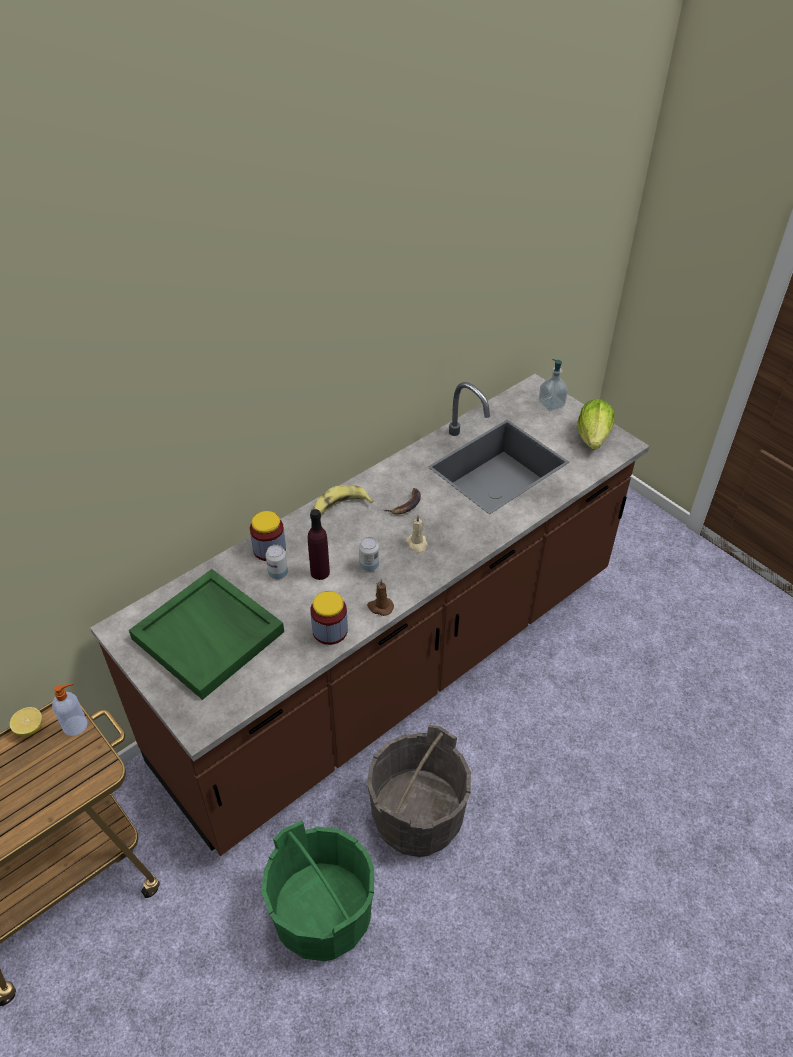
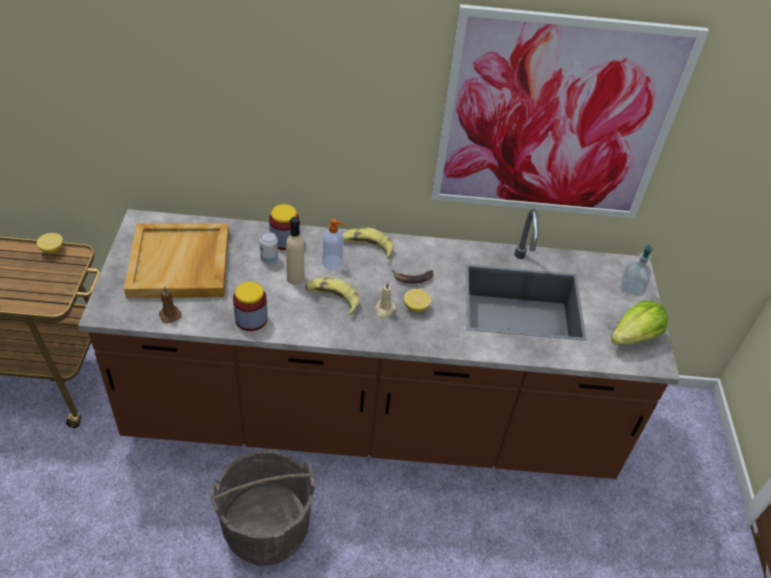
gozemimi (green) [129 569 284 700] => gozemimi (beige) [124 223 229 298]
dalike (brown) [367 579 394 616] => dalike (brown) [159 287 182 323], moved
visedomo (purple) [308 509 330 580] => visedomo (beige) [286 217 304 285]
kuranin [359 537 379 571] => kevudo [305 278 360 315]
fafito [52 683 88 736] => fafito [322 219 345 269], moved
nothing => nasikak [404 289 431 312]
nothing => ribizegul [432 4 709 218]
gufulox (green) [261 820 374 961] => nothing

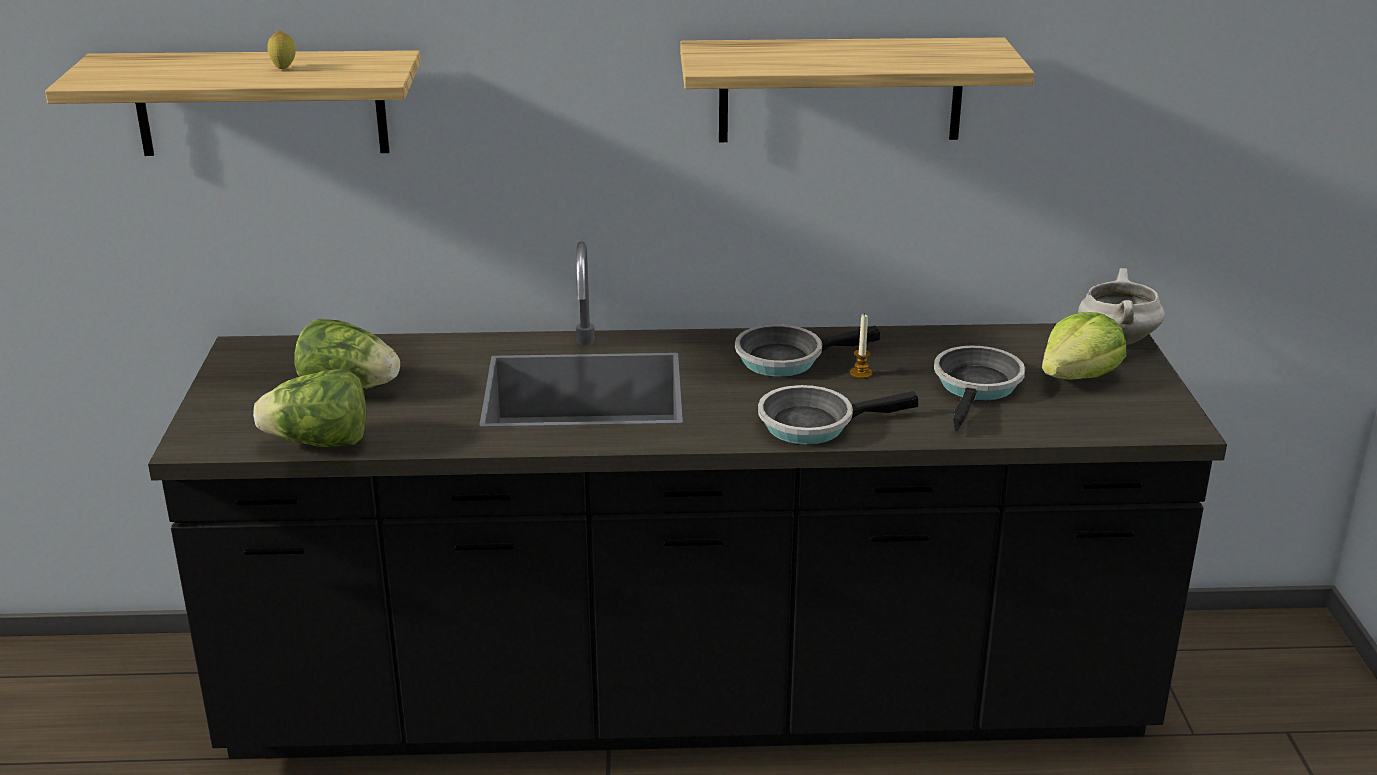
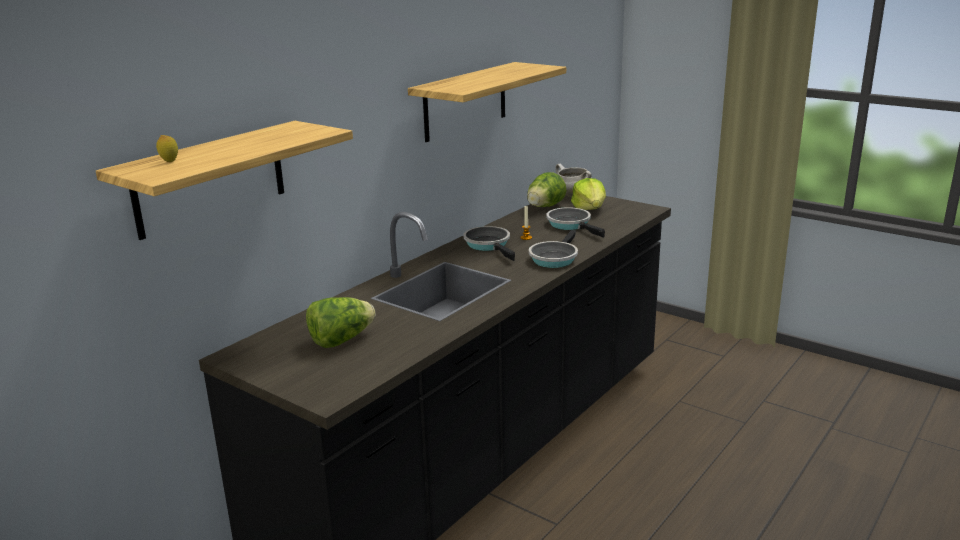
nasikak [267 31 296 69] => nasikak [156 135 178 162], moved
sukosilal [735 324 880 377] => sukosilal [463 226 515 261], 135 degrees clockwise
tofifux [253 369 366 447] => tofifux [527 172 566 207], moved

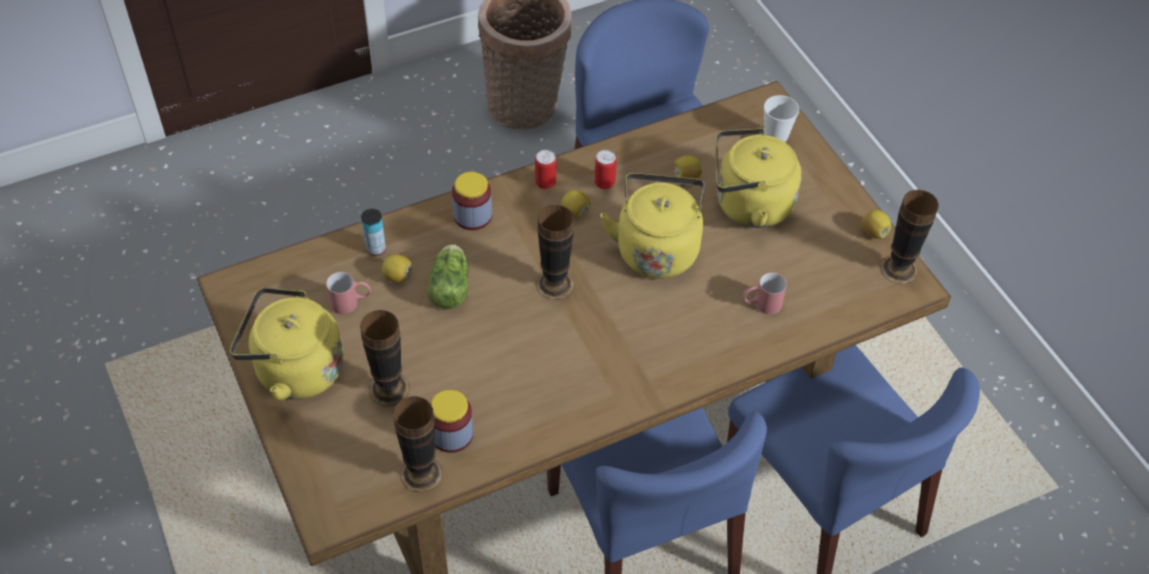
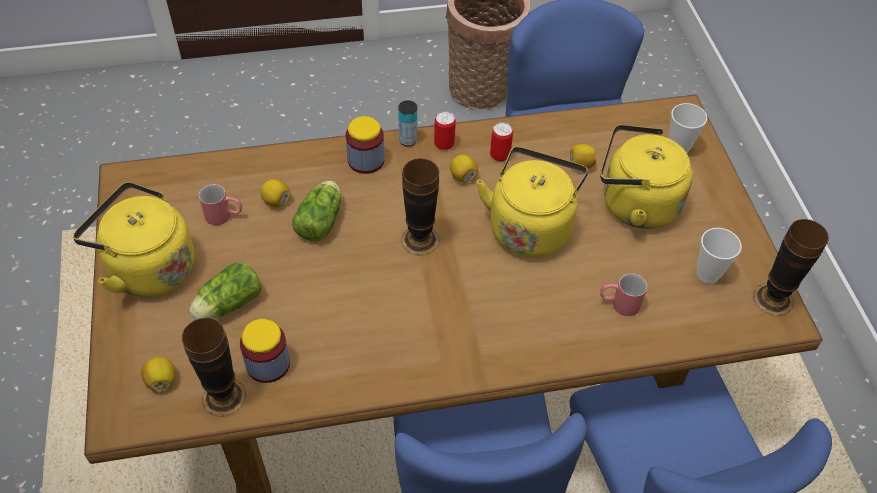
nasikak [861 210 891 239] => nasikak [141 357 175 392], moved
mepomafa [360 310 410 407] => tofifux [189 262 262 320]
kuranin [361 209 386 256] => kuranin [398 100 417 147], moved
nothing => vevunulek [697 228 742 284]

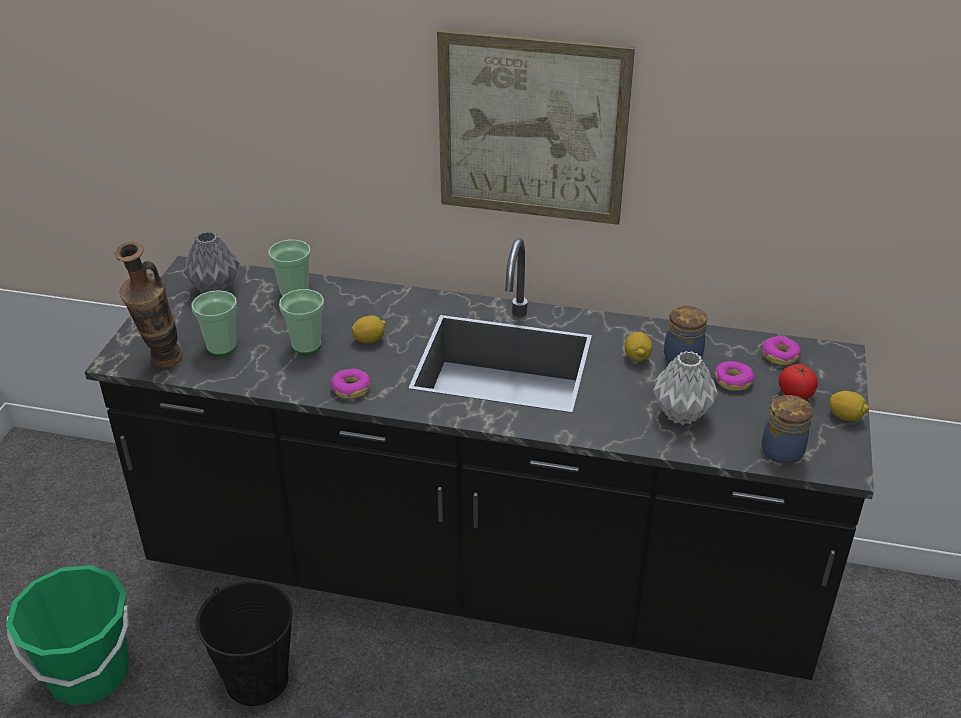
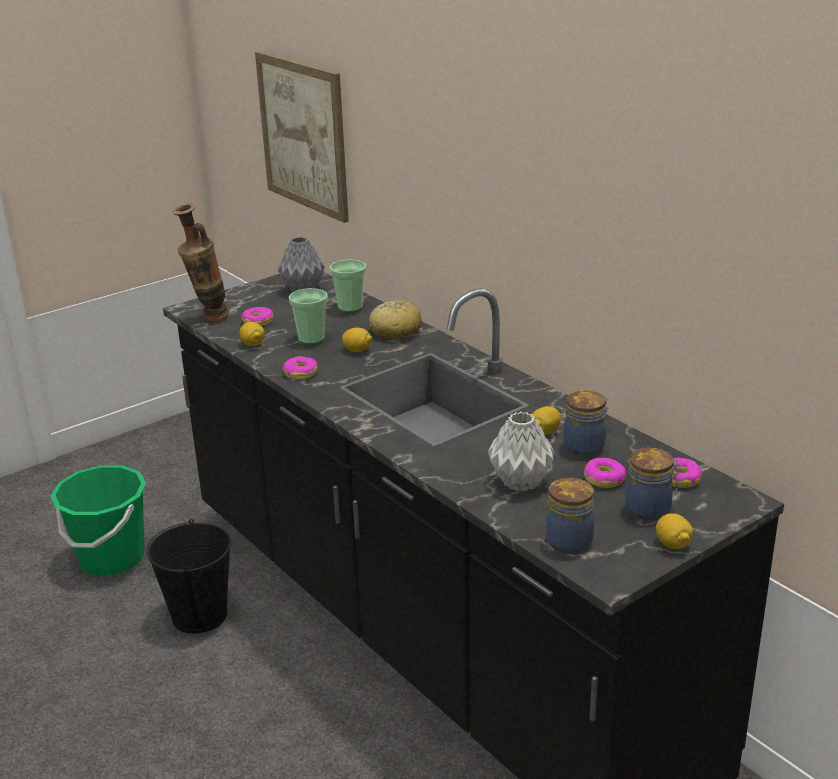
nothing => nasikak [239 322 265 346]
vevunulek [192 290 237 356] => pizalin [242 307 273 326]
ribizegul [437 29 635 225] => ribizegul [255 51 349 223], moved
nothing => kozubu [369 300 422 339]
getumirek [779 364 818 400] => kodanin [625 448 679 521]

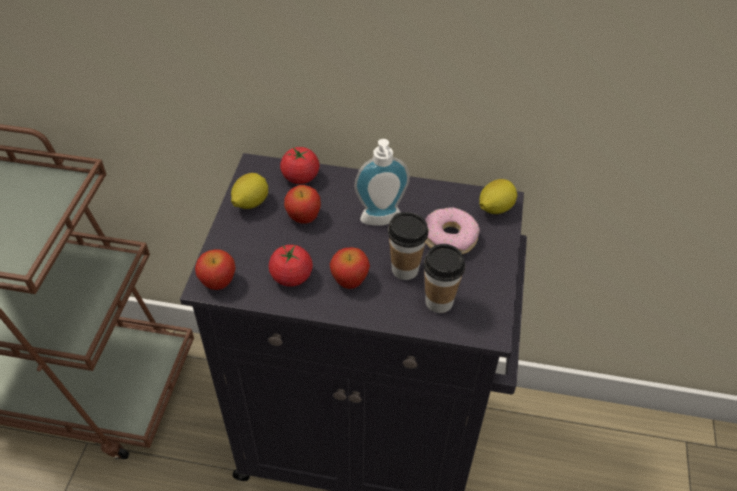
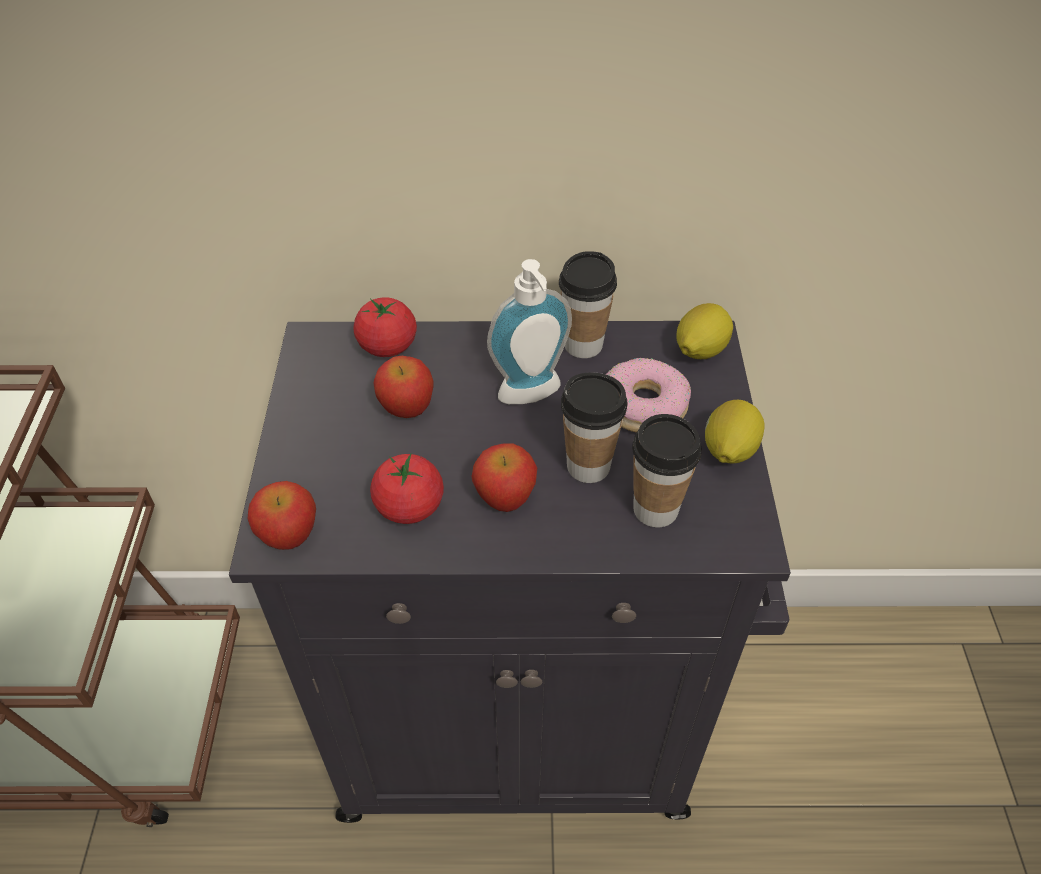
nothing => vevunulek [559 251 617 358]
nasikak [231 173 268 209] => nasikak [705 400 765 464], moved

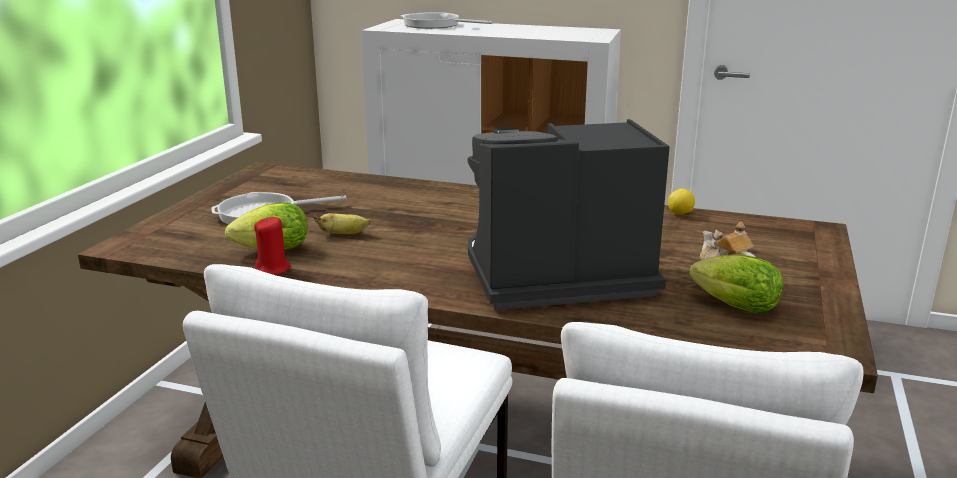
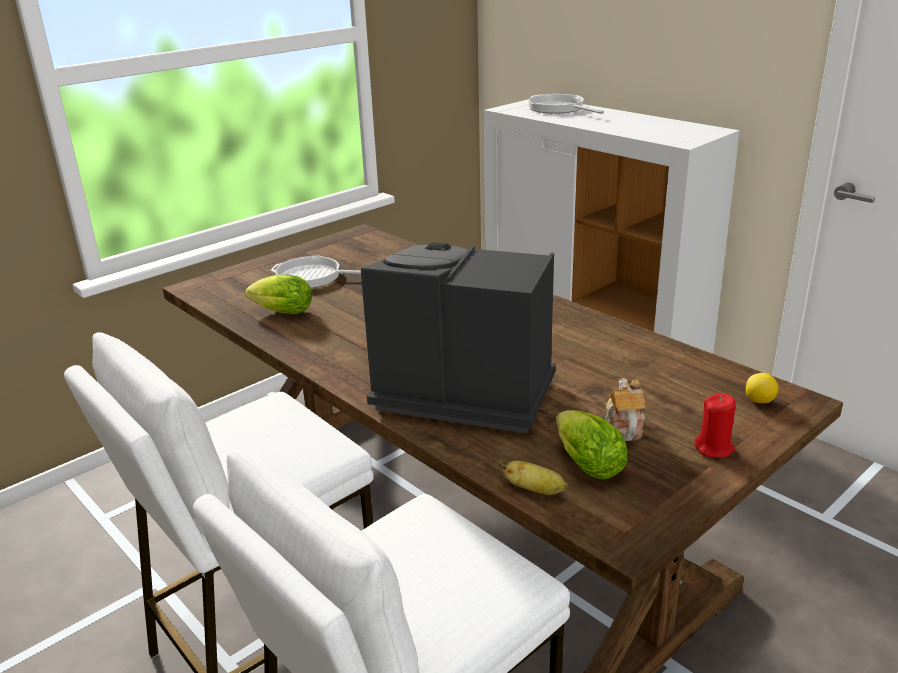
kevudo [314 213 371 234] => kevudo [499 460 568 495], moved
dalike (red) [254 217 291 275] => dalike (red) [694 394 736 458], moved
nasikak [668 188 695 215] => nasikak [746 373 779 404], moved

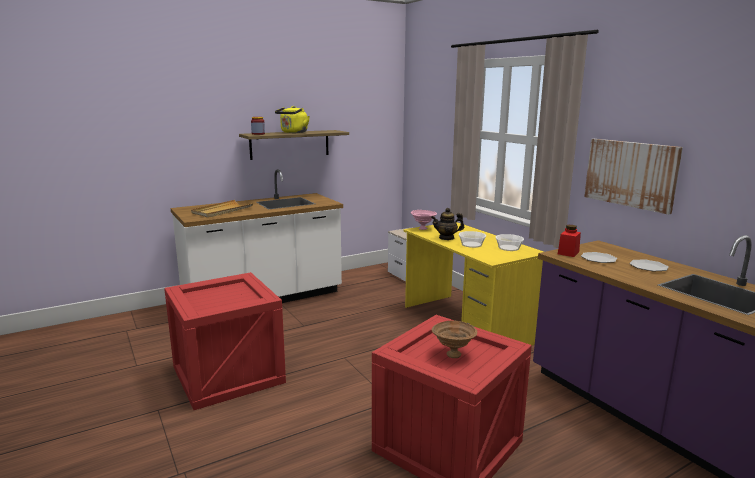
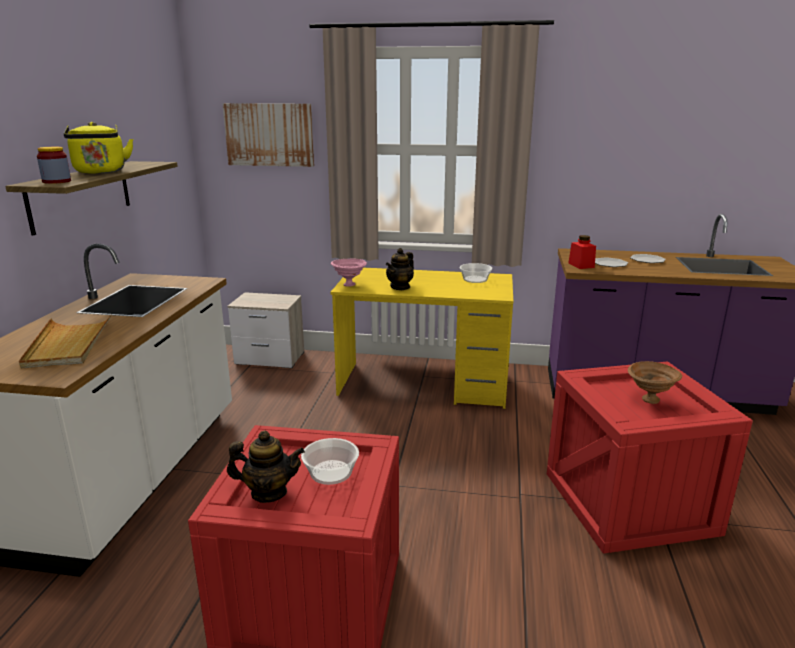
ribizegul [584 139 683 215] => ribizegul [223 103 314 167], moved
nothing => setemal [227 430 305 503]
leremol [459 231 486 248] => leremol [301 438 359 485], moved

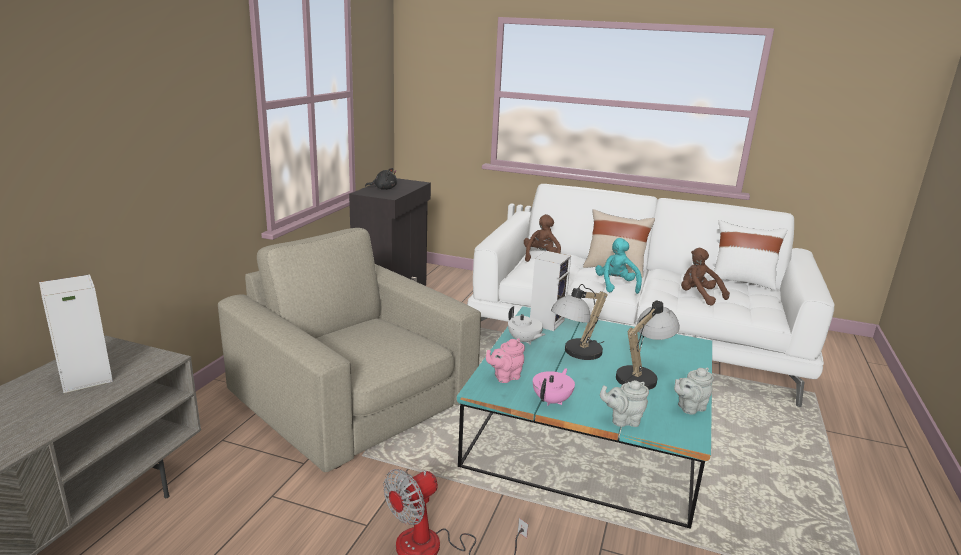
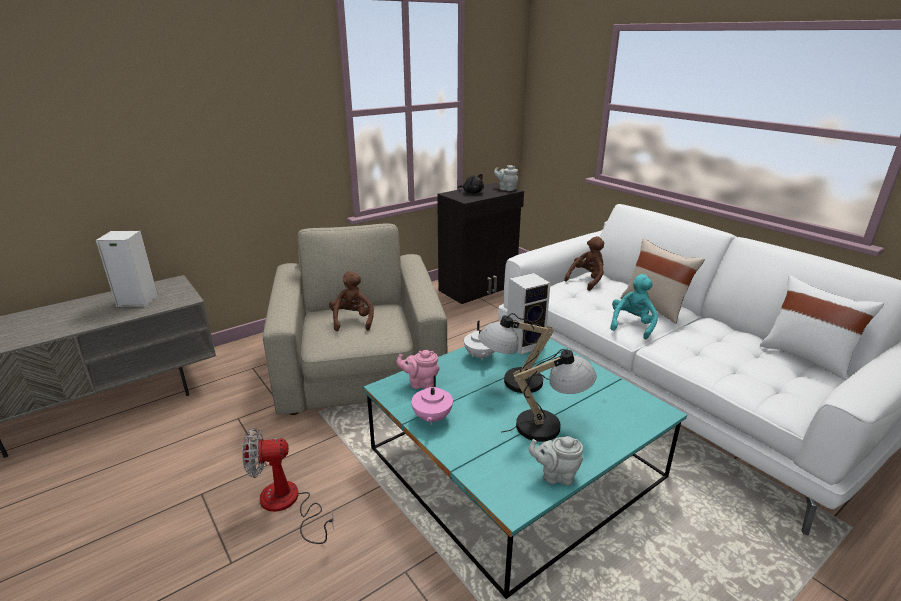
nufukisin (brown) [681 248 730 306] => nufukisin (brown) [329 271 374 331], moved
setemal (pink) [533 368 575 406] => setemal (pink) [411 375 453 425], 120 degrees clockwise
setemal (grey) [600 380 649 427] => setemal (grey) [494 165 518 191], moved

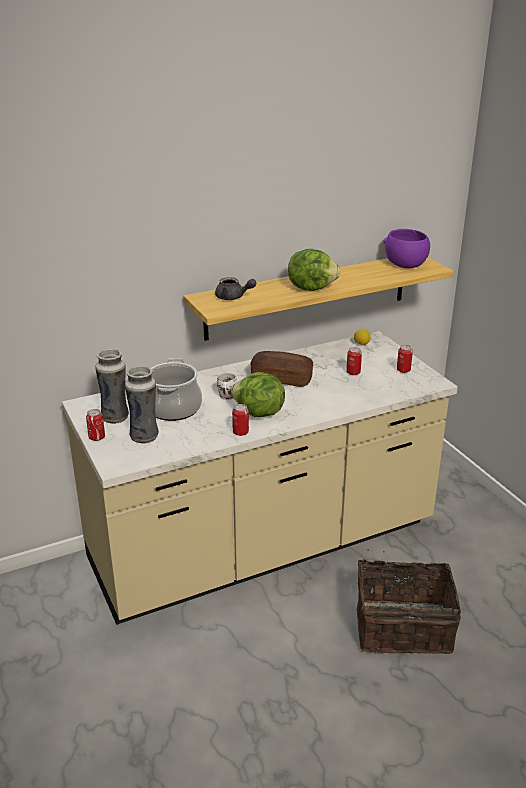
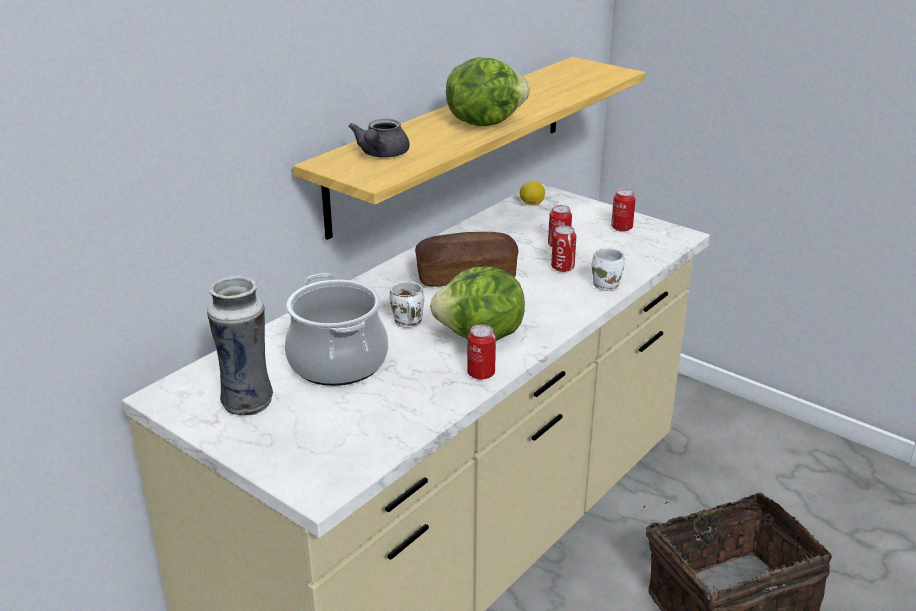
setemal (grey) [215 277 256 300] => setemal (grey) [349 119 410 158], 105 degrees clockwise
kuranin [86 409 105 441] => kuranin [551 226 576 272], moved
nothing => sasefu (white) [592 247 625 291]
mepomafa [125 366 159 444] => nothing
leremol (purple) [383 229 430 268] => nothing

